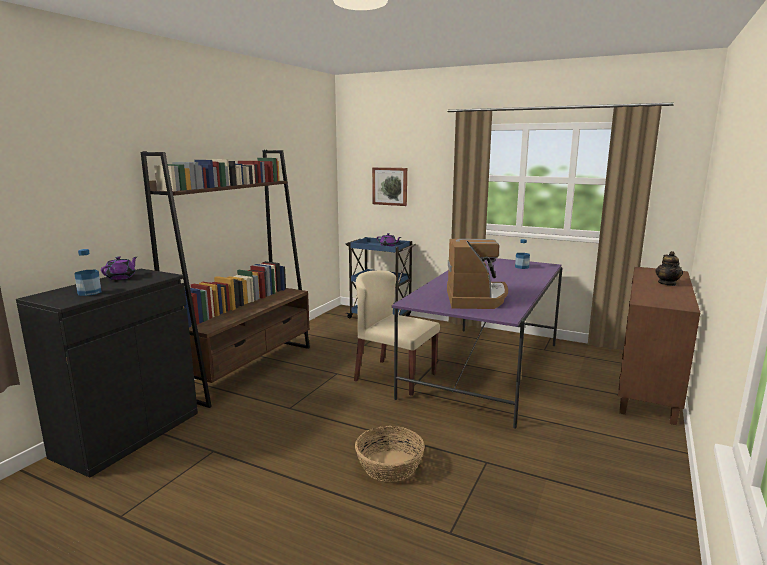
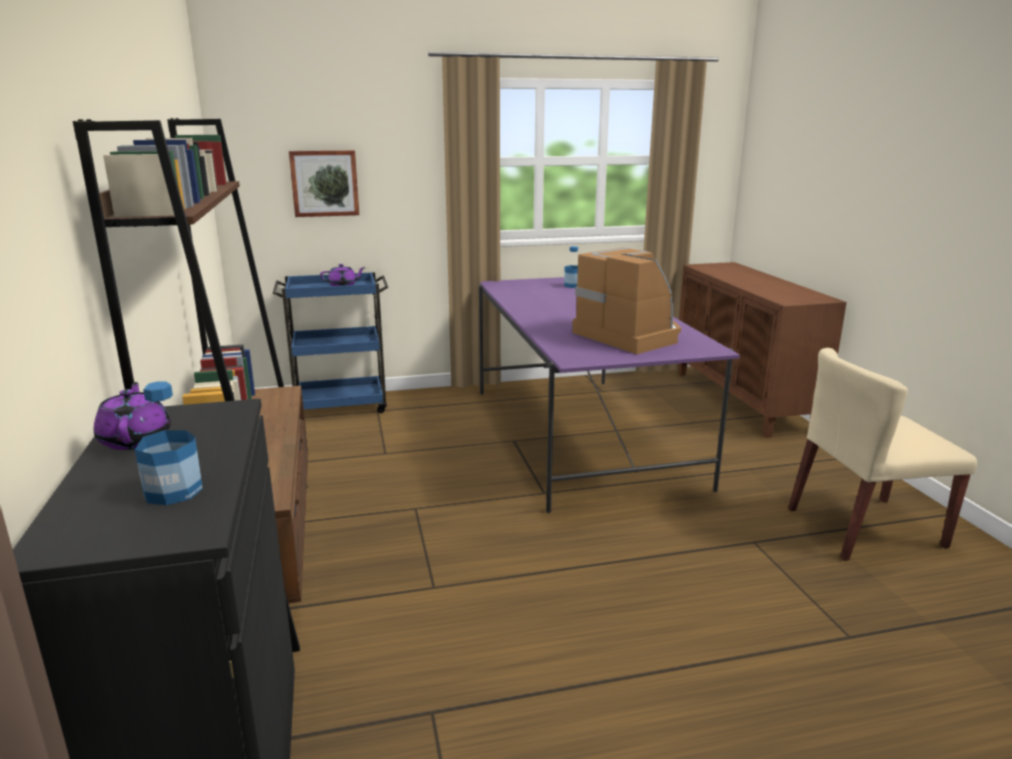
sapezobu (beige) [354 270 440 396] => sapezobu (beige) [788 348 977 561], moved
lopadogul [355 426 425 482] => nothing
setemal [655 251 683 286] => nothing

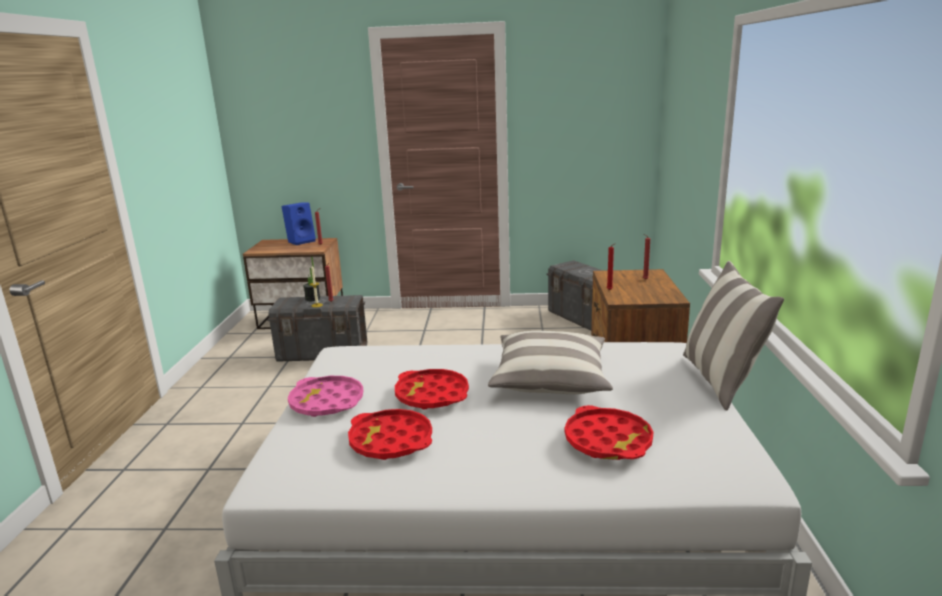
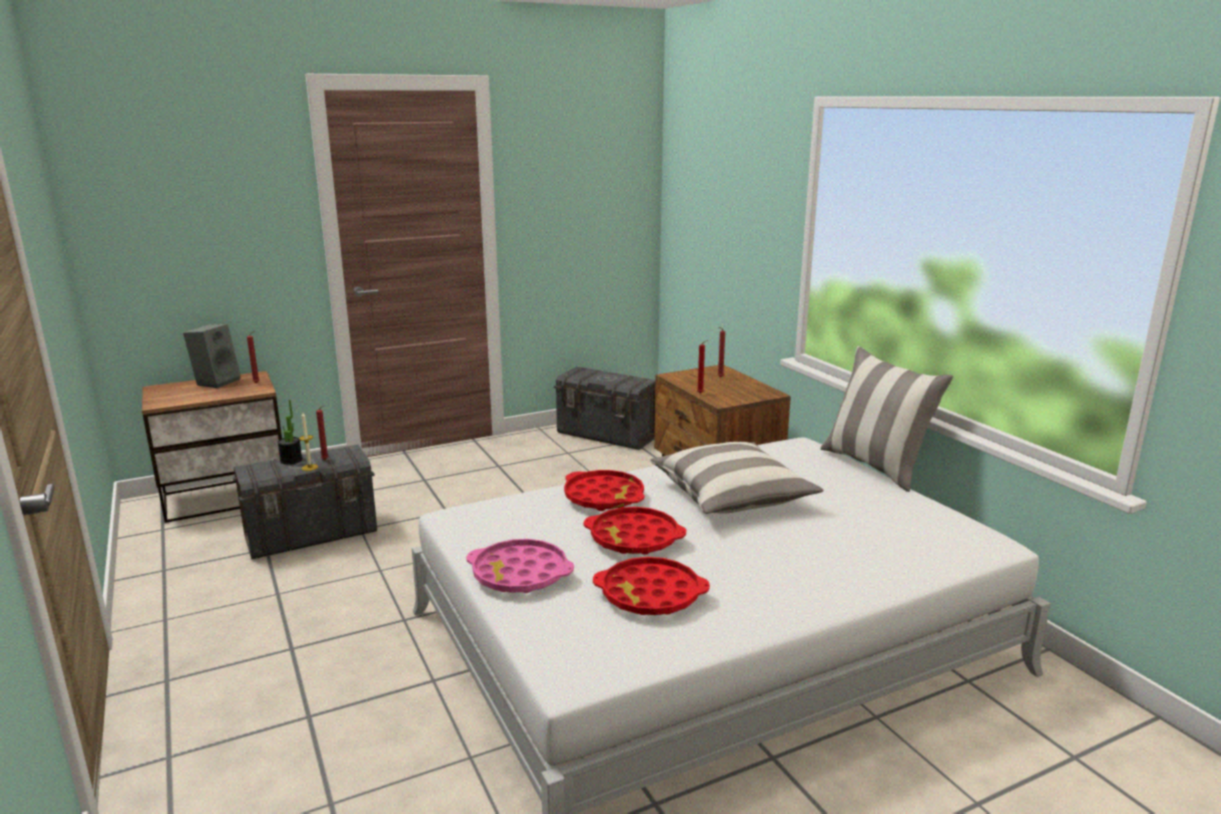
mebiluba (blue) [281 202 316 245] => mebiluba (grey) [183 324 241 388]
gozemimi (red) [565 405 653 460] => gozemimi (red) [564 470 645 511], moved

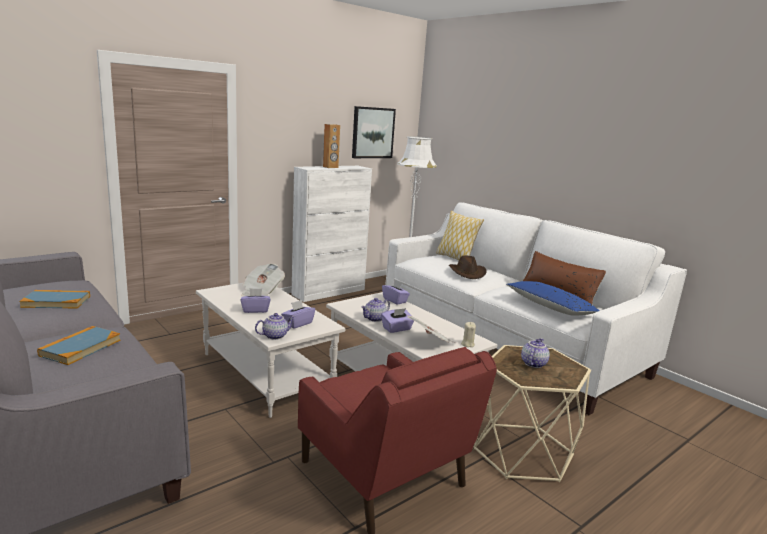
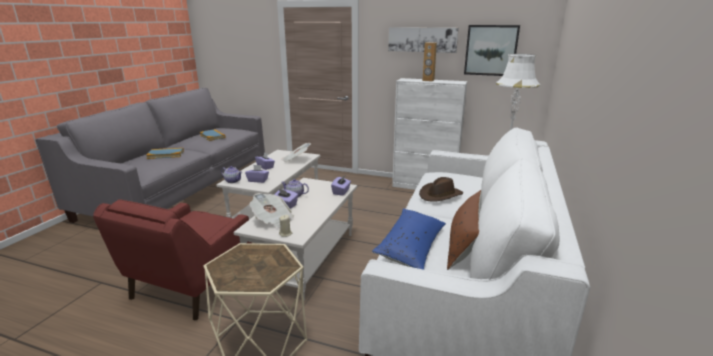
nothing => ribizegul [388 27 459 53]
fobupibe [436 211 484 260] => nothing
setemal [521 338 550 368] => nothing

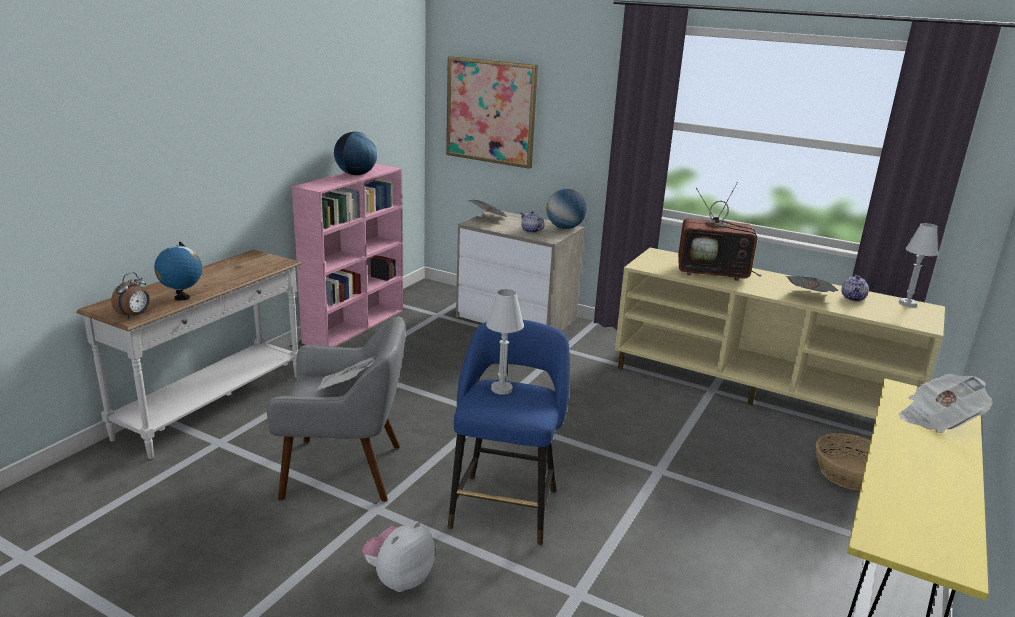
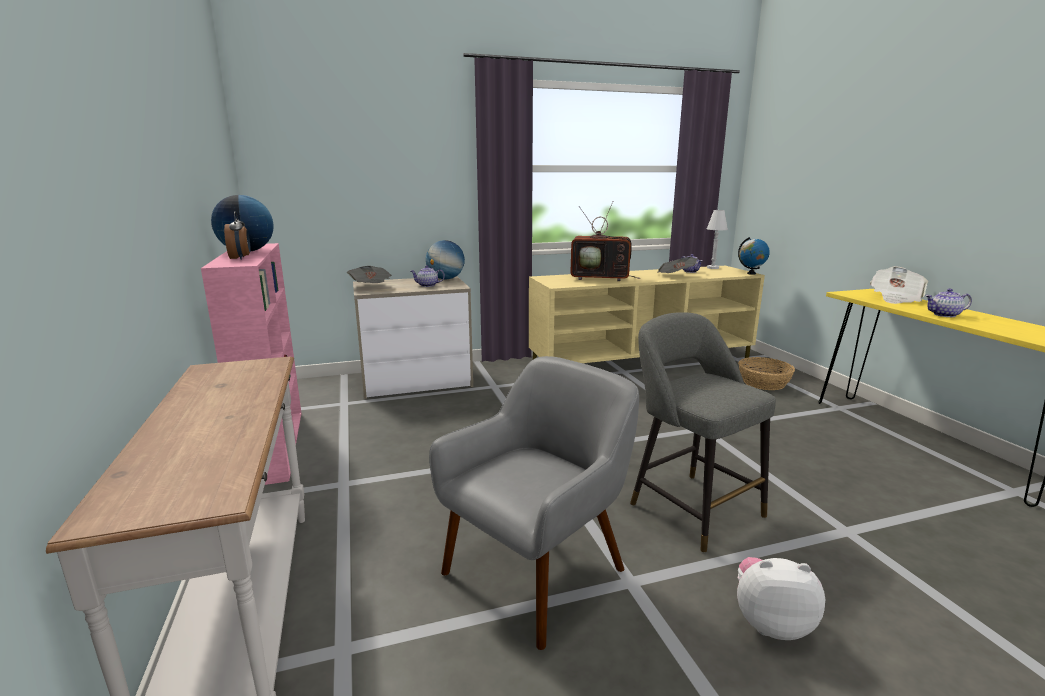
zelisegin [111 272 149 319] => zelisegin [224 211 251 260], moved
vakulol [678 182 761 281] => vakulol [571 201 640 281], 45 degrees clockwise
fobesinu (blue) [448 320 570 545] => fobesinu (grey) [630 312 776 553]
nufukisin [362 521 435 592] => nufukisin [737 557 825 640], 105 degrees clockwise
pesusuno [154 242 202 301] => pesusuno [738 237 770 275], moved
nothing => setemal [925 289 972 317]
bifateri [315 356 375 391] => nothing
ribizegul [446 56 538 169] => nothing
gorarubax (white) [486 289 524 395] => nothing

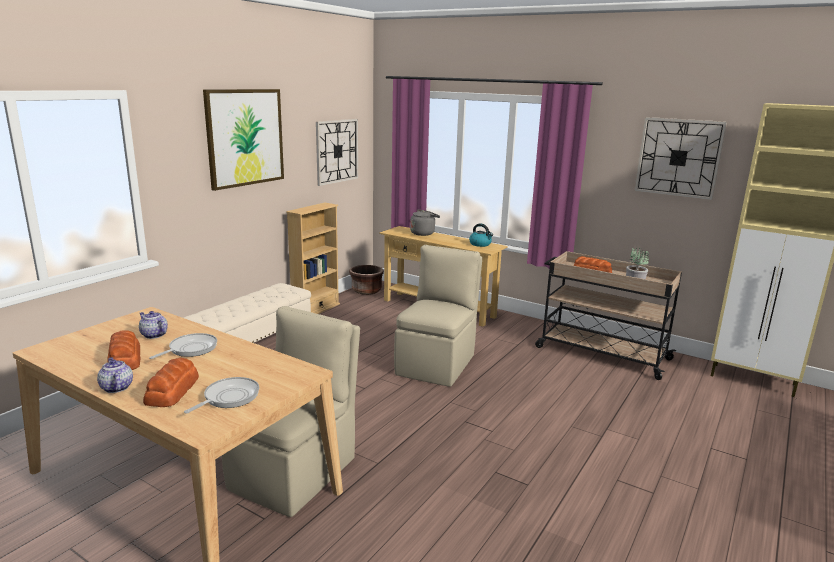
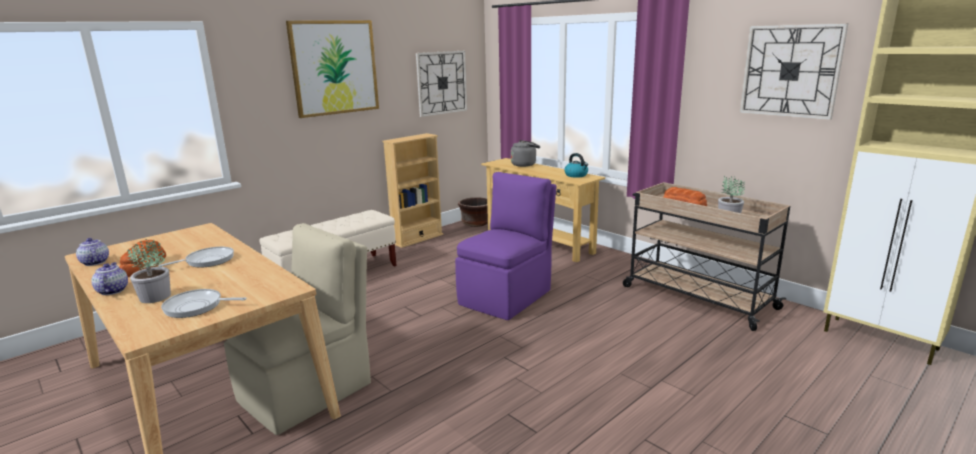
setemal [139 311 168 339] => setemal [76 238 109 266], moved
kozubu [143 358 199 407] => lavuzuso [127 239 171 303]
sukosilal [184 377 259 414] => sukosilal [161 289 247 318], 135 degrees counterclockwise
sapezobu (beige) [394 245 482 387] => sapezobu (purple) [455 172 556 320]

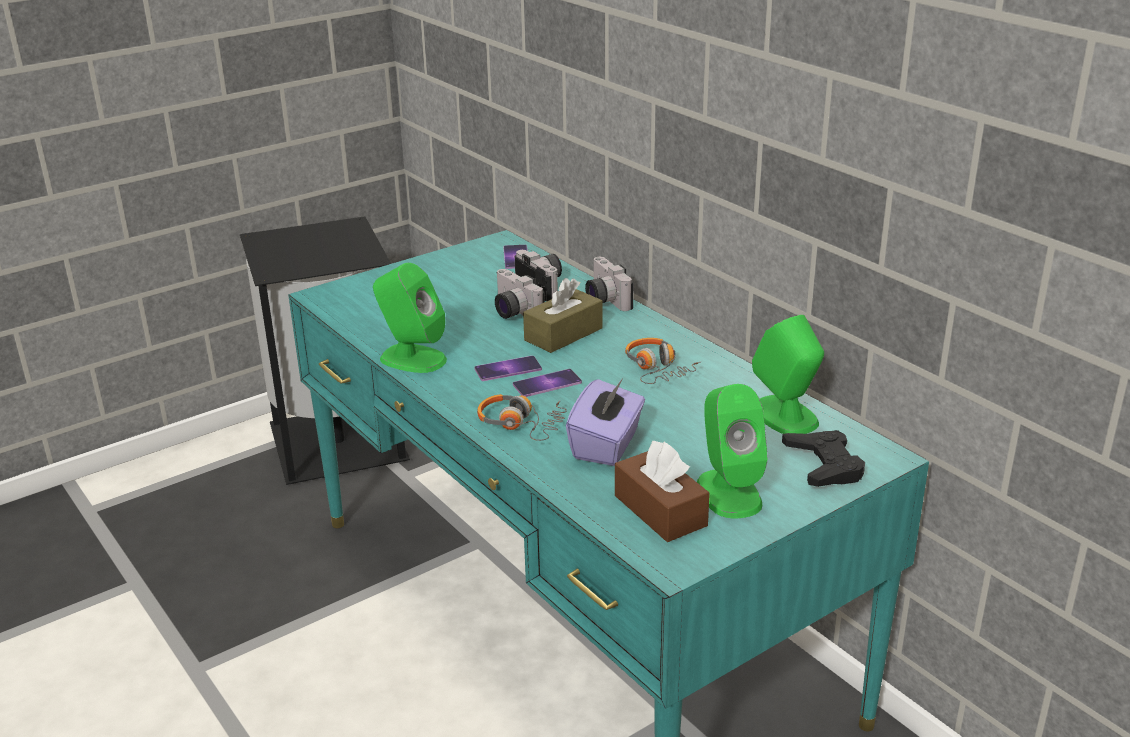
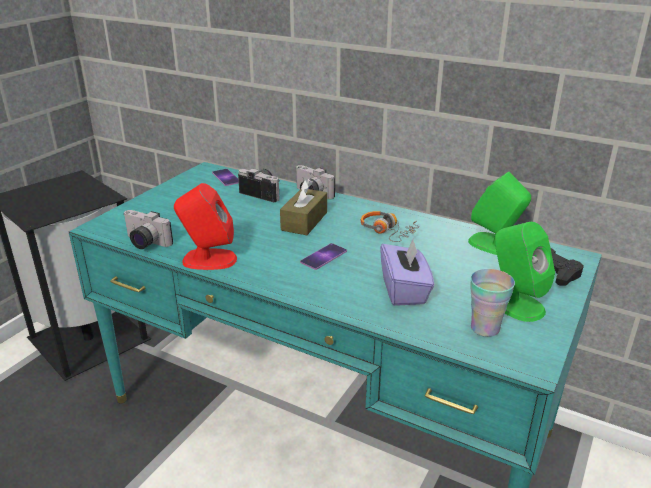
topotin [495 269 545 319] => topotin [123 210 173 249], moved
mebiluba (green) [373 263 447 373] => mebiluba (red) [174 183 237 270]
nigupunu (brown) [615 441 710 542] => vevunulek [470 269 515 337]
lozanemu [474 356 542 381] => nothing
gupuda [477 394 567 441] => nothing

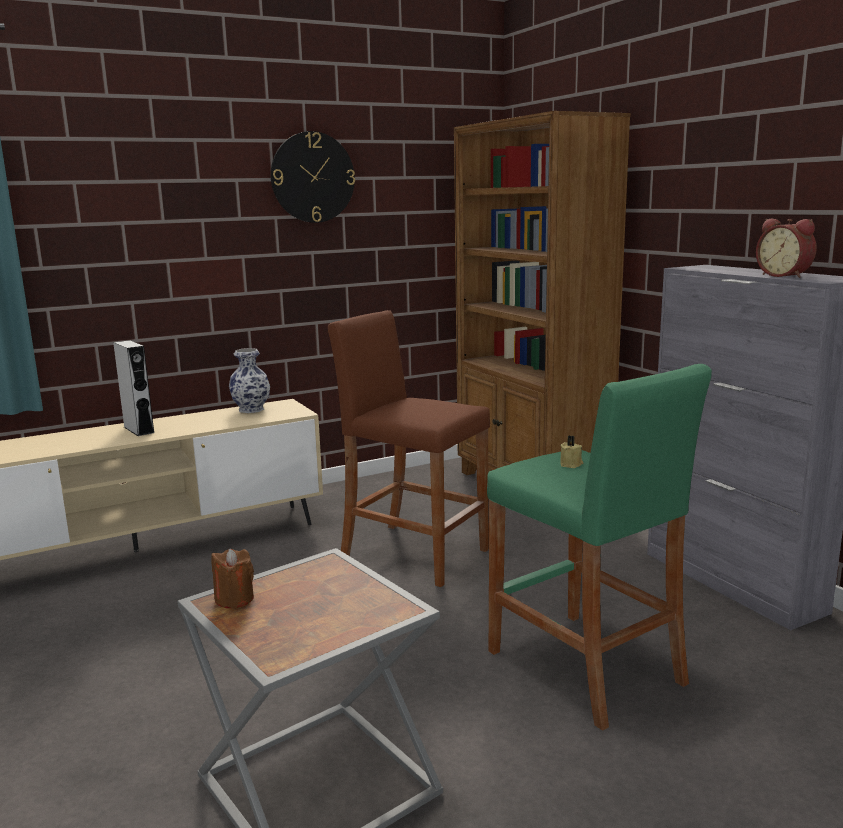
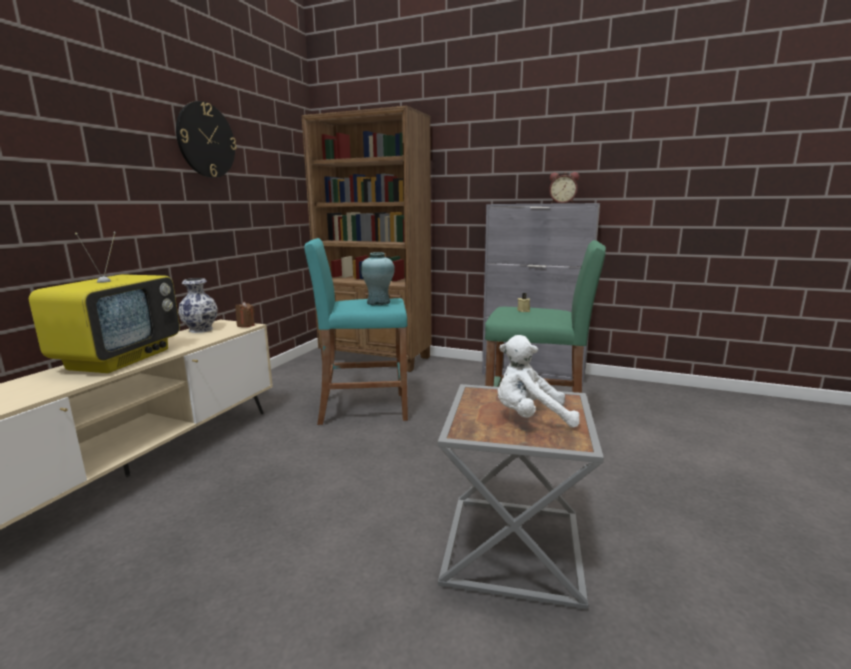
mebiluba (grey) [113 340 154 436] => vakulol [29 232 180 373]
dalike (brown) [211 549 254 608] => dalike (brown) [235 302 255 327], moved
fobesinu (brown) [328 310 490 587] => fobesinu (turquoise) [304 238 408 425]
nothing => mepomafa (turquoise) [361 252 395 305]
nothing => nufukisin (white) [498 335 580 428]

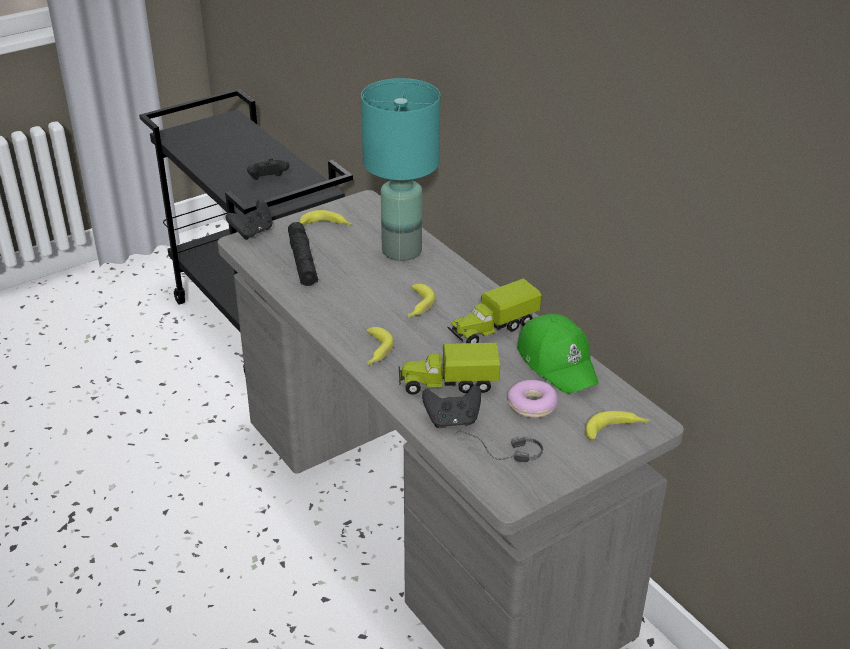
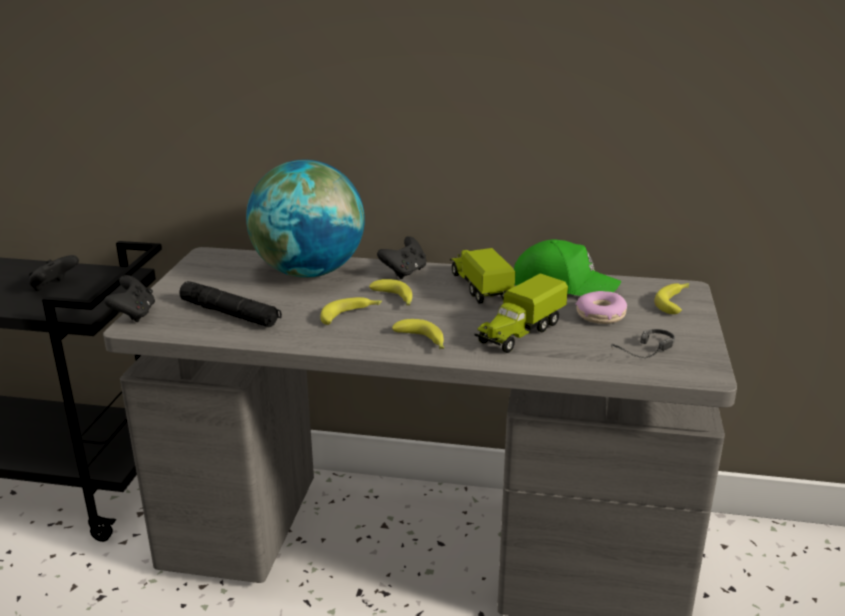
gorarubax (turquoise) [361 78 440 261] => pesusuno [246 160 365 278]
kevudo [299 210 352 226] => kevudo [320 297 382 325], moved
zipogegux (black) [422 385 481 428] => zipogegux (black) [377 236 426 279], moved
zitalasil [447 278 541 343] => zitalasil [450 248 515 304], 150 degrees clockwise

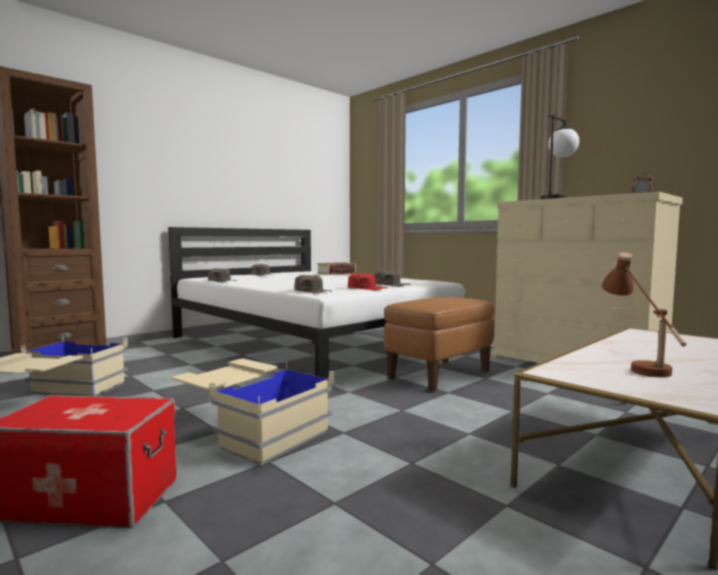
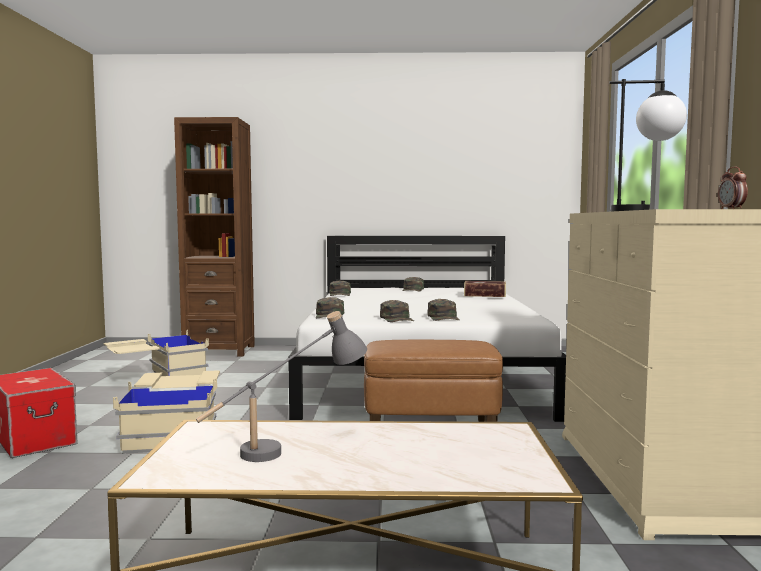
gorarubax (brown) [602 252 687 377] => gorarubax (grey) [196 311 367 462]
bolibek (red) [348 273 388 290] => bolibek (green) [380 300 414 322]

